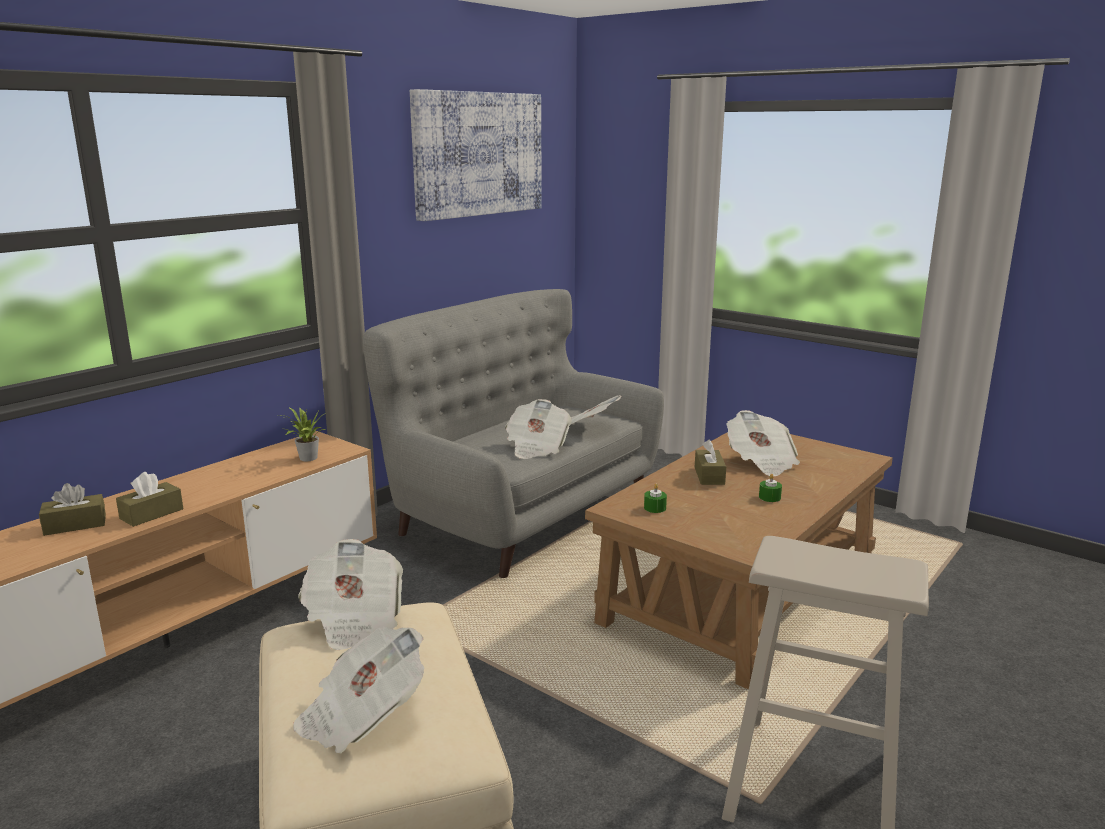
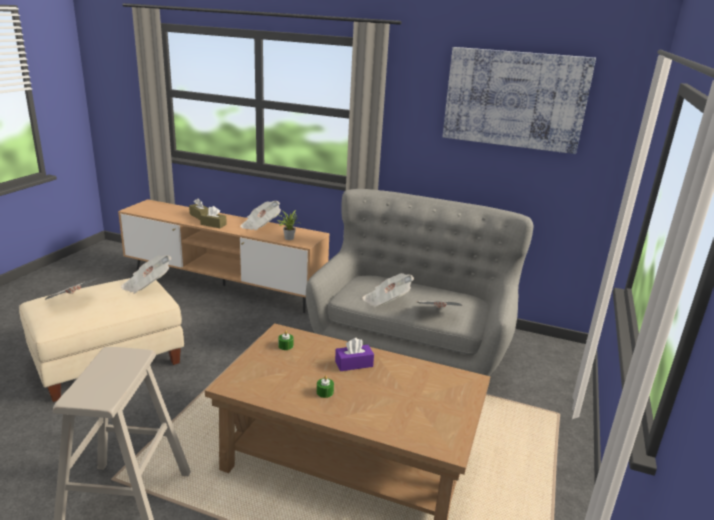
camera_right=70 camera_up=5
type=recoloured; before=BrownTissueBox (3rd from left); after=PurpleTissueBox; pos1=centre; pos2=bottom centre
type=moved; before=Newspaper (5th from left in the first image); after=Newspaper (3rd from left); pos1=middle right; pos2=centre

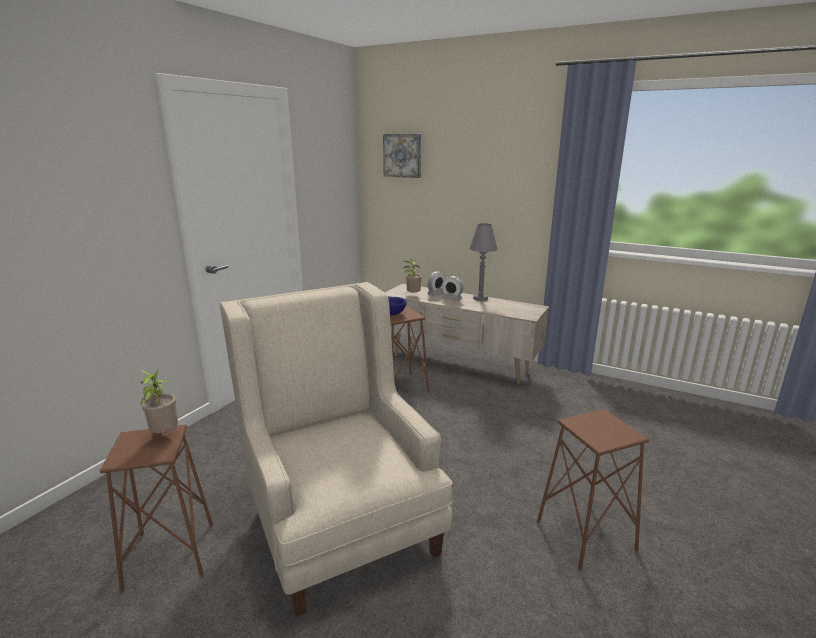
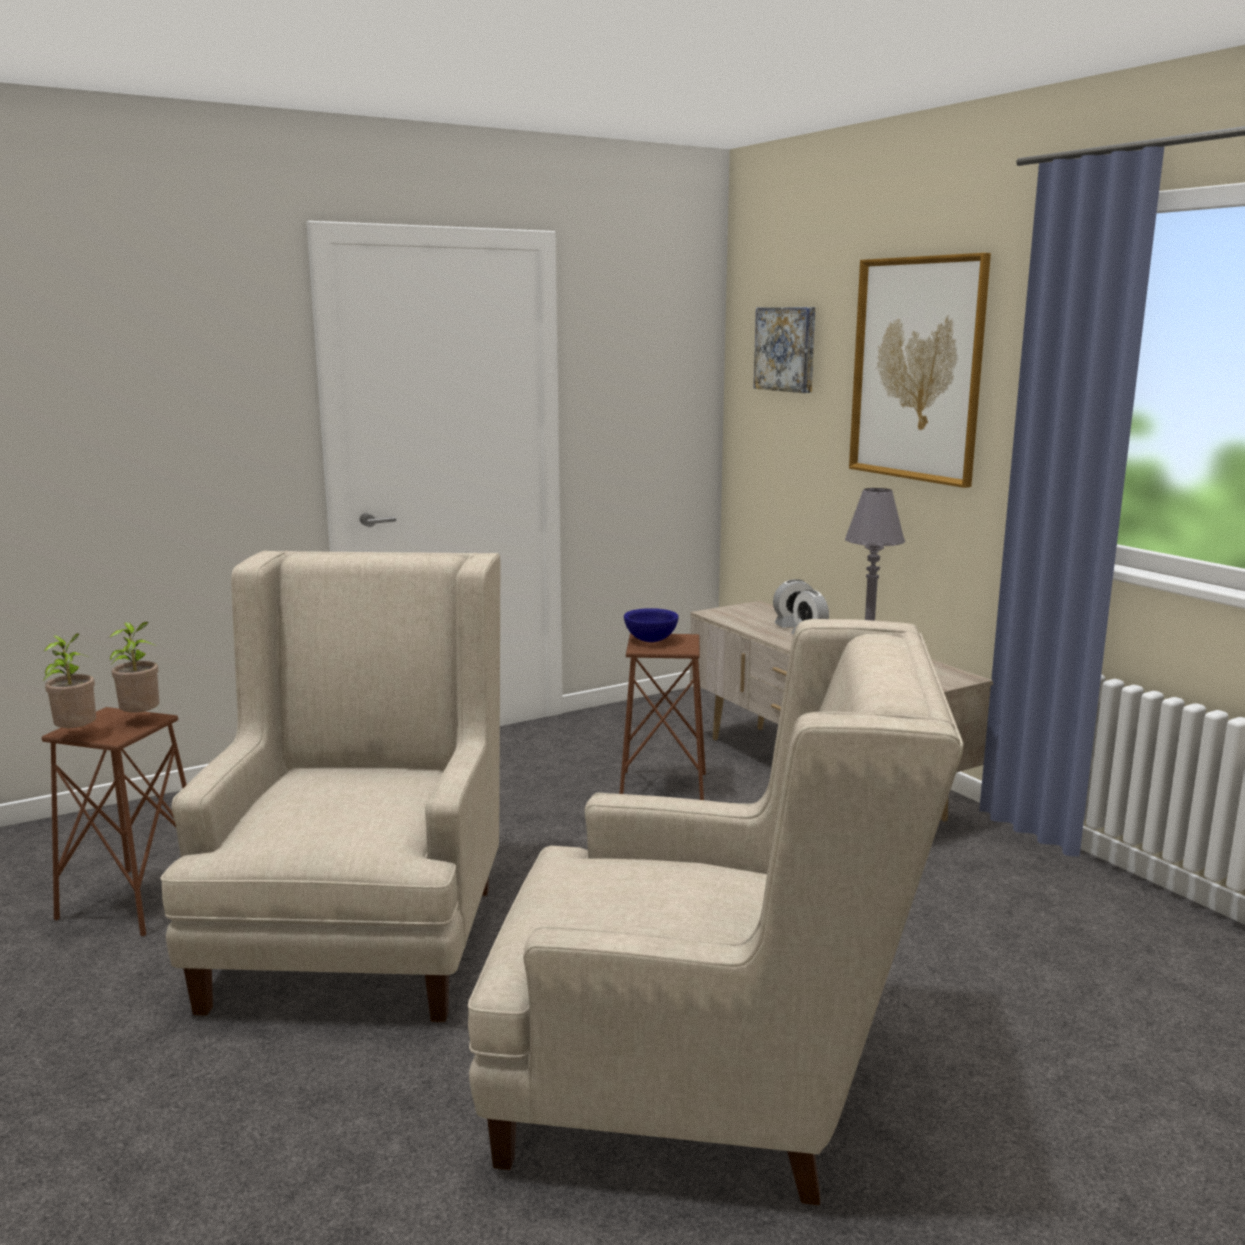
camera_right=30 camera_up=-5
type=moved; before=PottedPlant (2nd from left in the first image); after=PottedPlant (1st from left); pos1=centre; pos2=middle left
type=replaced; before=BrownStool (3rd from left); after=BeigeArmchair (2nd from left); pos1=bottom right; pos2=bottom centre
type=added; after=Picture (2nd from left); pos2=top right

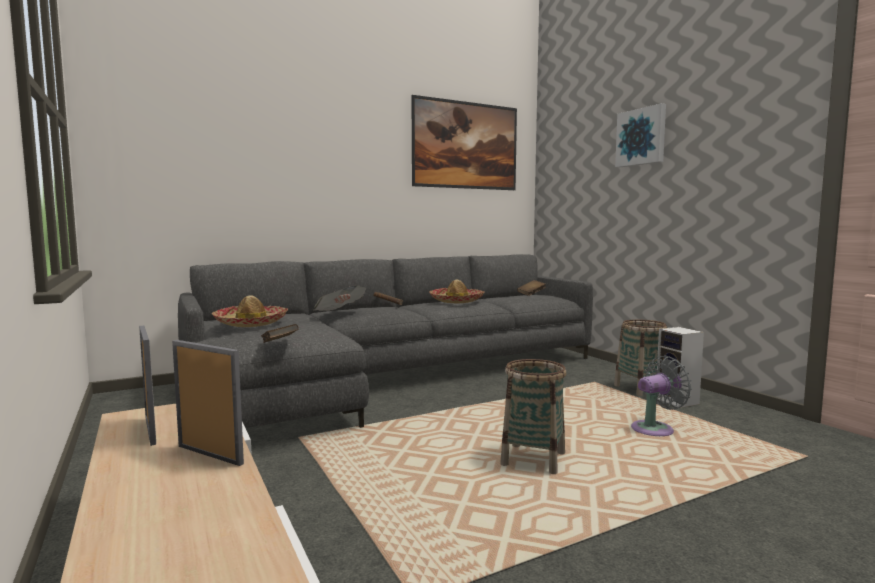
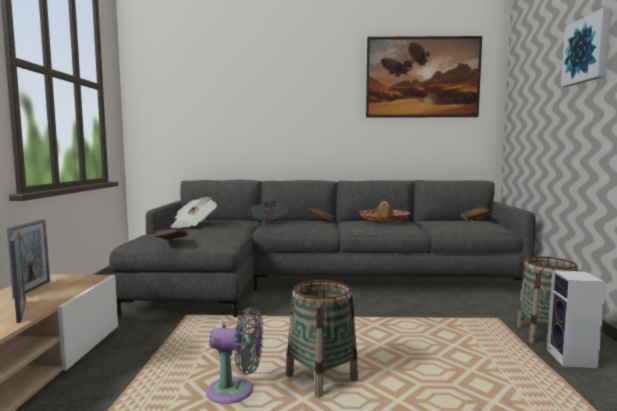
camera_right=30 camera_up=0
type=replaced; before=Hat (1st from left); after=Newspaper (1st from left); pos1=middle left; pos2=middle left
type=moved; before=GreyFan; pos1=bottom right; pos2=bottom centre

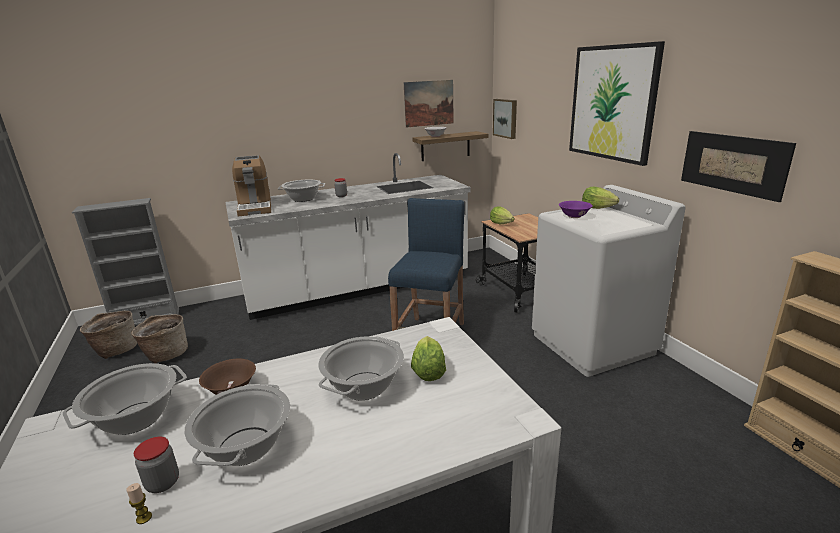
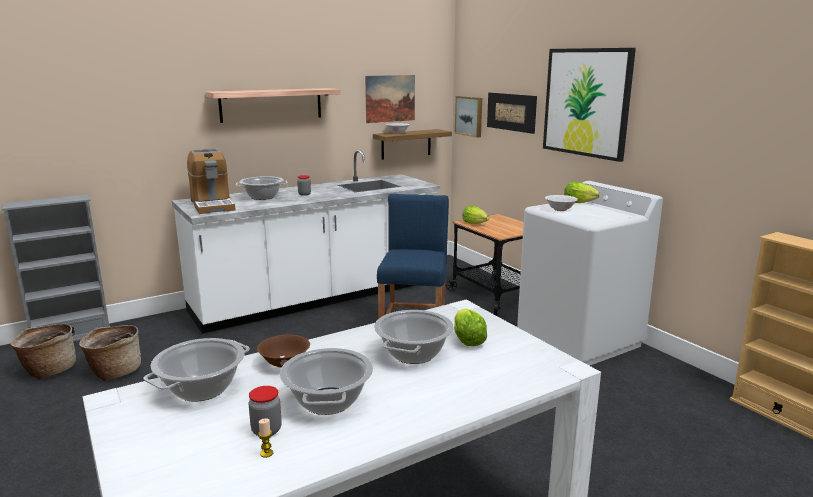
camera_right=-10 camera_up=-5
type=recoloured; before=PurpleBowl; after=WhiteBowl (2nd from left); pos1=middle right; pos2=middle right
type=moved; before=Picture (4th from left in the first image); after=Picture (3rd from left); pos1=top right; pos2=top centre
type=added; after=Shelf (1st from left); pos2=top centre

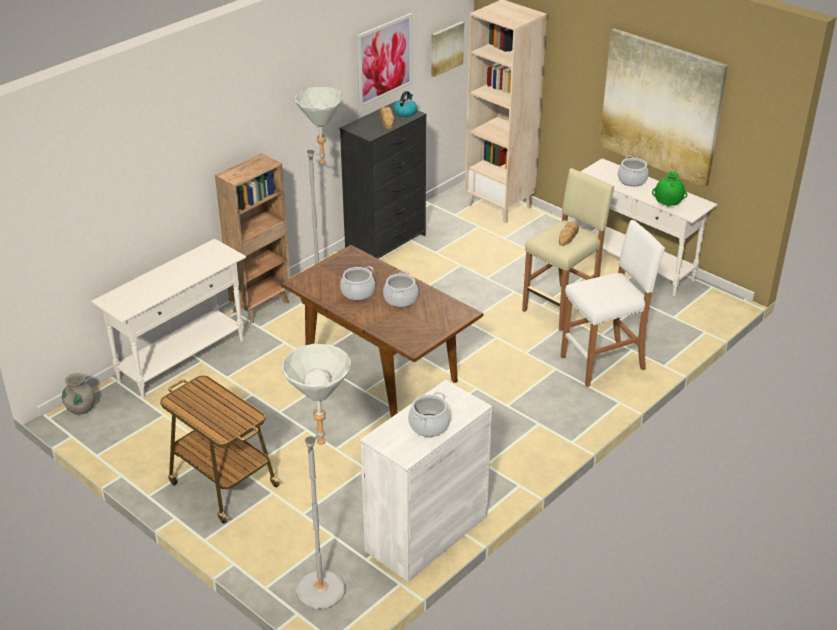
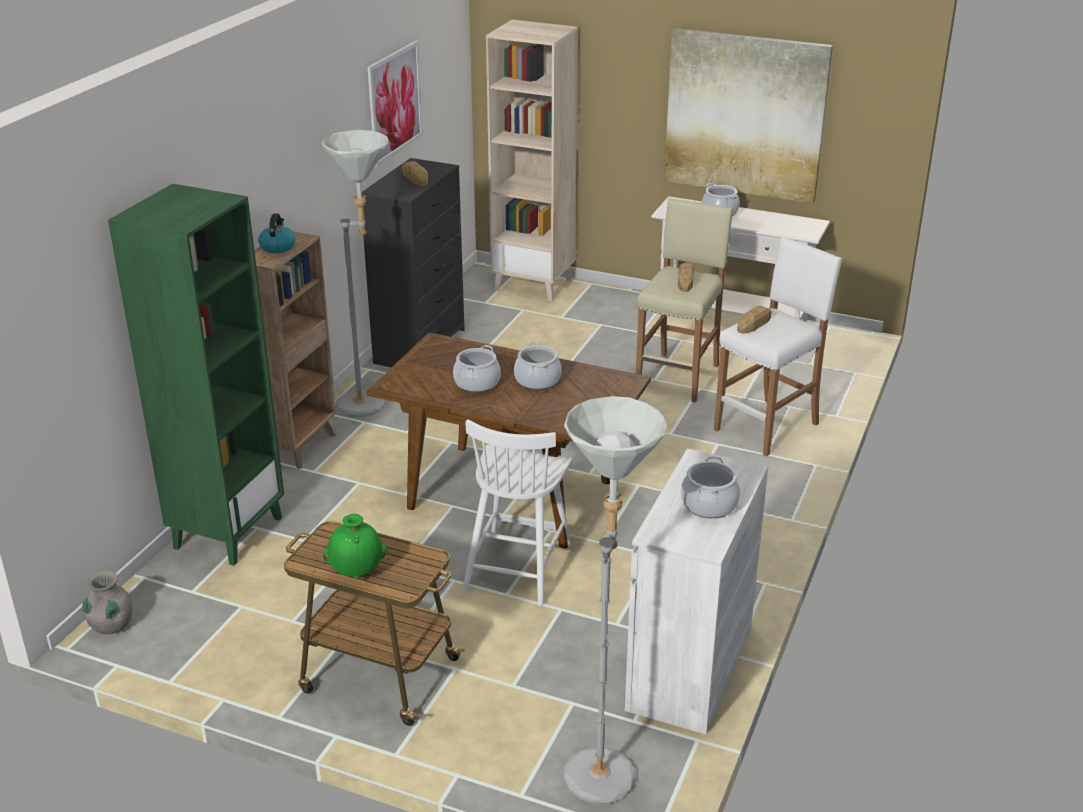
camera_right=-20 camera_up=-5
type=replaced; before=WhiteConsoleTable (1st from left); after=GreenBookcase; pos1=middle left; pos2=middle left
type=moved; before=Kettle; pos1=top centre; pos2=top left
type=removed; before=Picture (2nd from left); pos1=top centre
type=moved; before=GreenVase; pos1=top right; pos2=bottom left
type=added; after=WhiteChair; pos2=centre
type=added; after=Bread (3rd from left); pos2=middle right

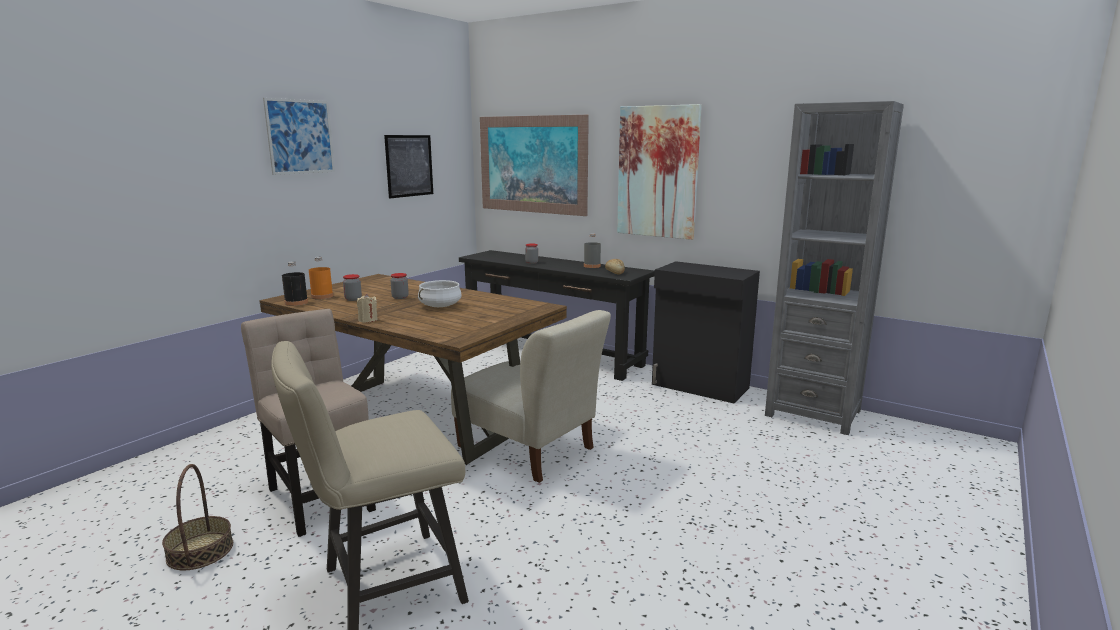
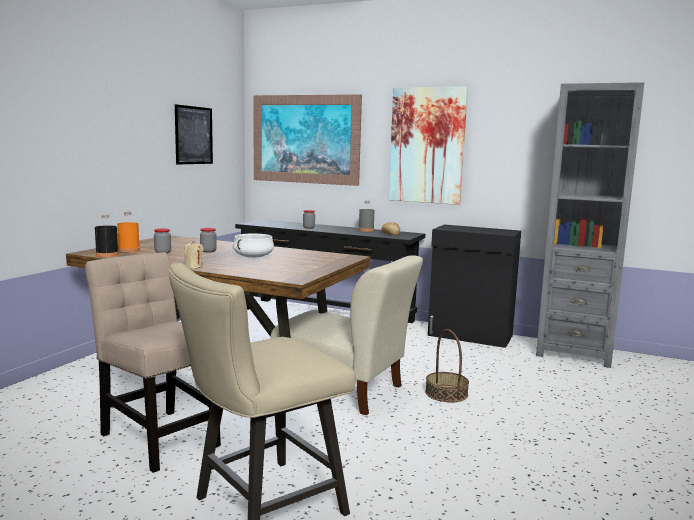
camera_right=-10 camera_up=-5
type=moved; before=Basket; pos1=bottom left; pos2=bottom centre
type=removed; before=Picture (1st from left); pos1=top left

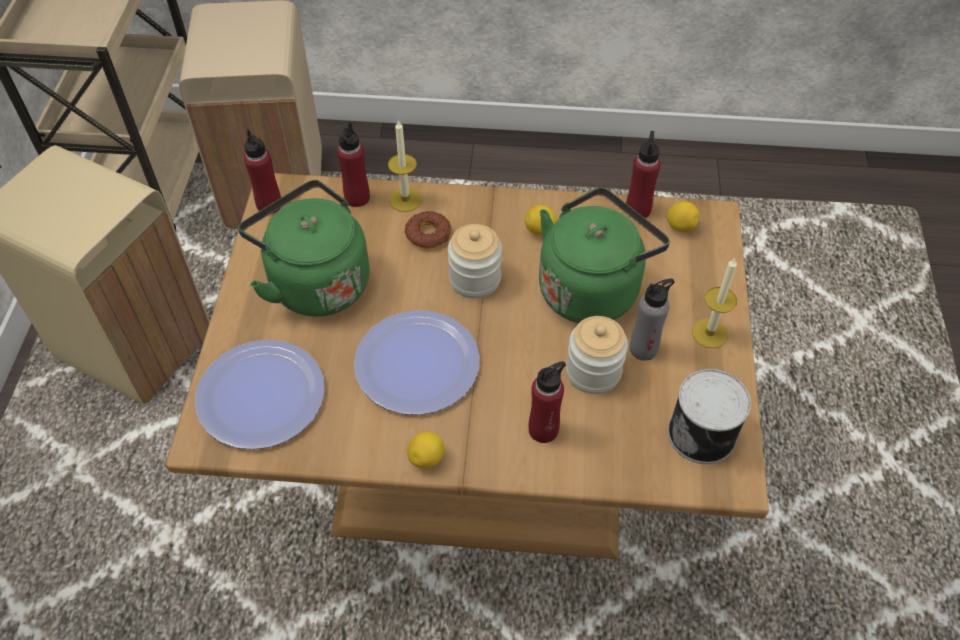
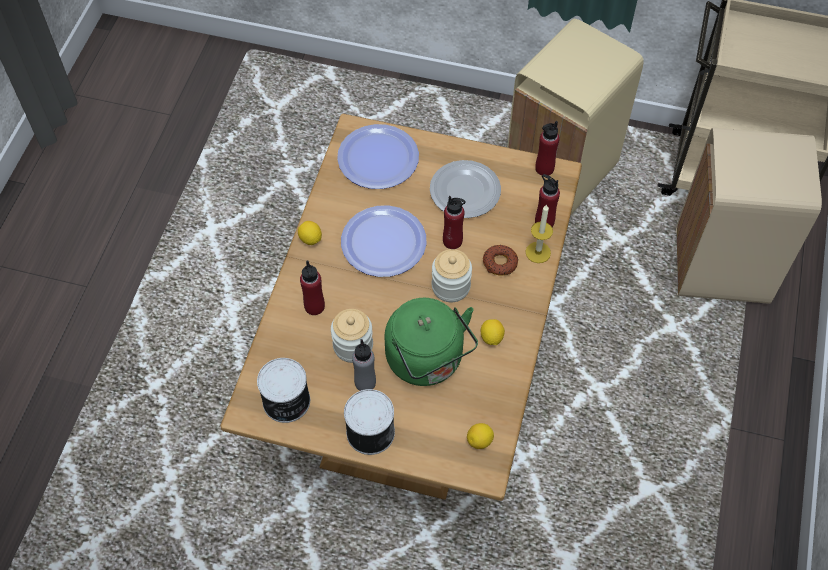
camera_right=100 camera_up=5
type=replaced; before=GreenKettle (1st from left); after=Plate (3rd from left); pos1=middle left; pos2=top centre
type=moved; before=RedBottle (4th from left in the first image); after=RedBottle (2nd from left); pos1=top right; pos2=centre
type=replaced; before=Candle (2nd from left); after=Can (2nd from left); pos1=middle right; pos2=bottom centre

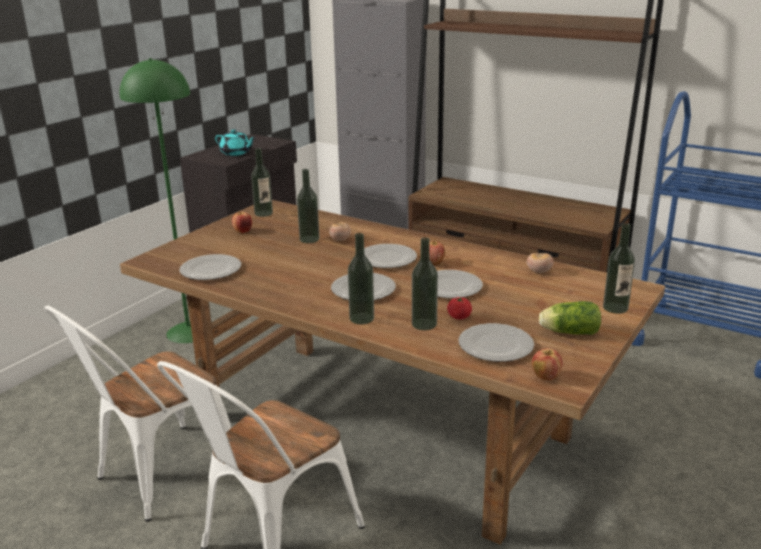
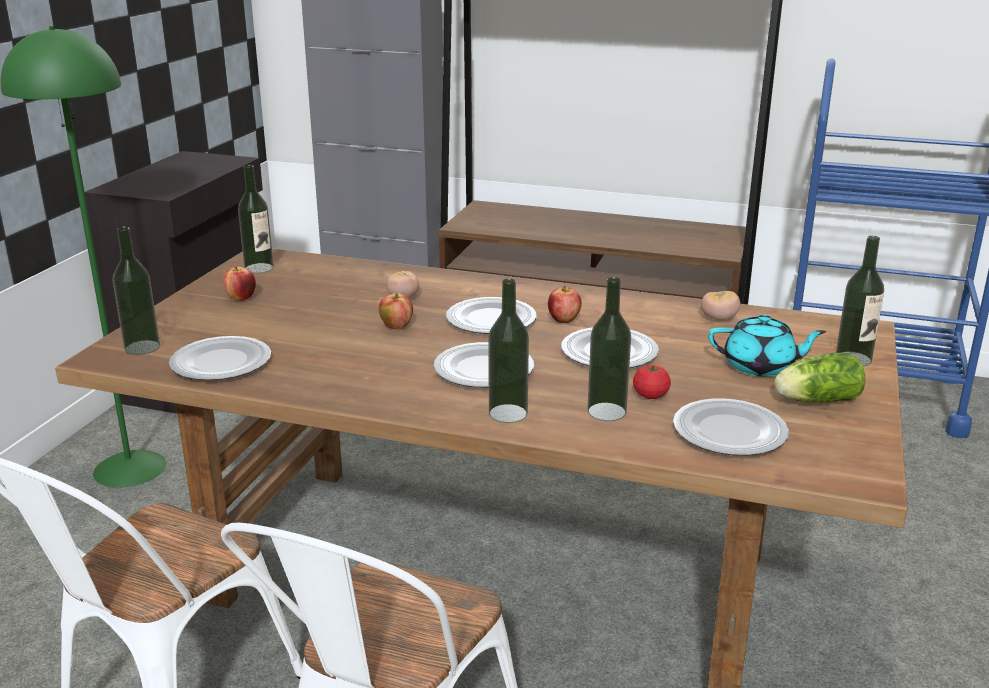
camera_right=-15 camera_up=0
type=moved; before=TurquoiseTeapot; pos1=top left; pos2=middle right
type=moved; before=Bottle (2nd from left in the first image); after=Bottle (1st from left); pos1=centre; pos2=middle left
type=moved; before=Apple (3rd from left in the first image); after=Apple (2nd from left); pos1=middle right; pos2=centre

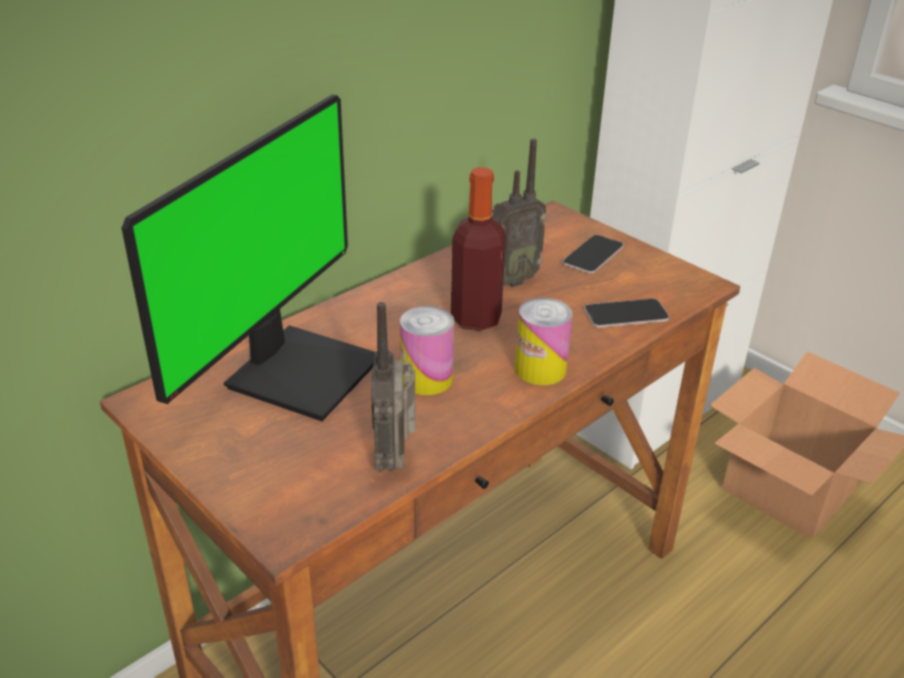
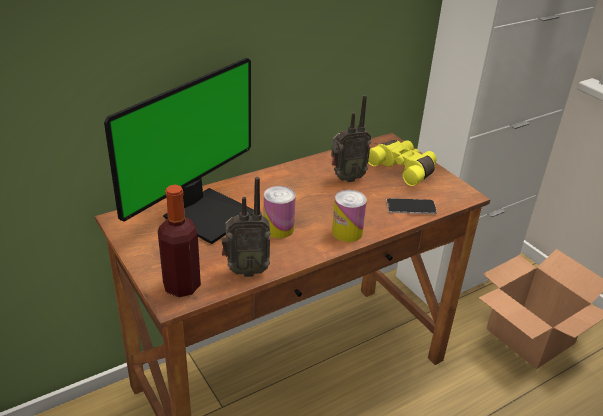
camera_right=10 camera_up=0
type=turned; before=Radio (1st from left); pos1=centre; pos2=centre; turn=-105
type=moved; before=Bottle; pos1=centre; pos2=middle left
type=replaced; before=Phone (1st from left); after=YellowBinoculars; pos1=centre; pos2=middle right

